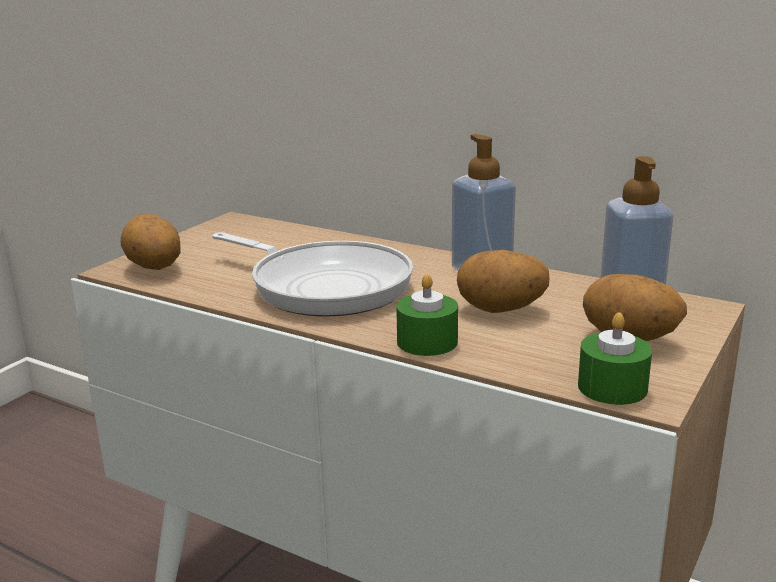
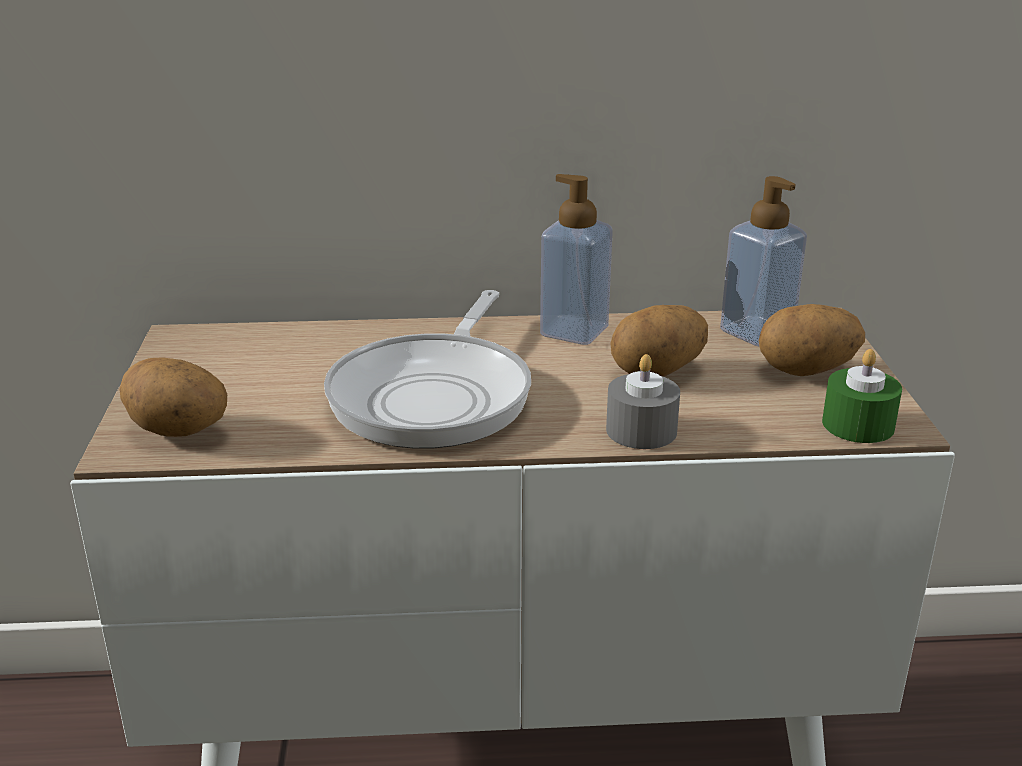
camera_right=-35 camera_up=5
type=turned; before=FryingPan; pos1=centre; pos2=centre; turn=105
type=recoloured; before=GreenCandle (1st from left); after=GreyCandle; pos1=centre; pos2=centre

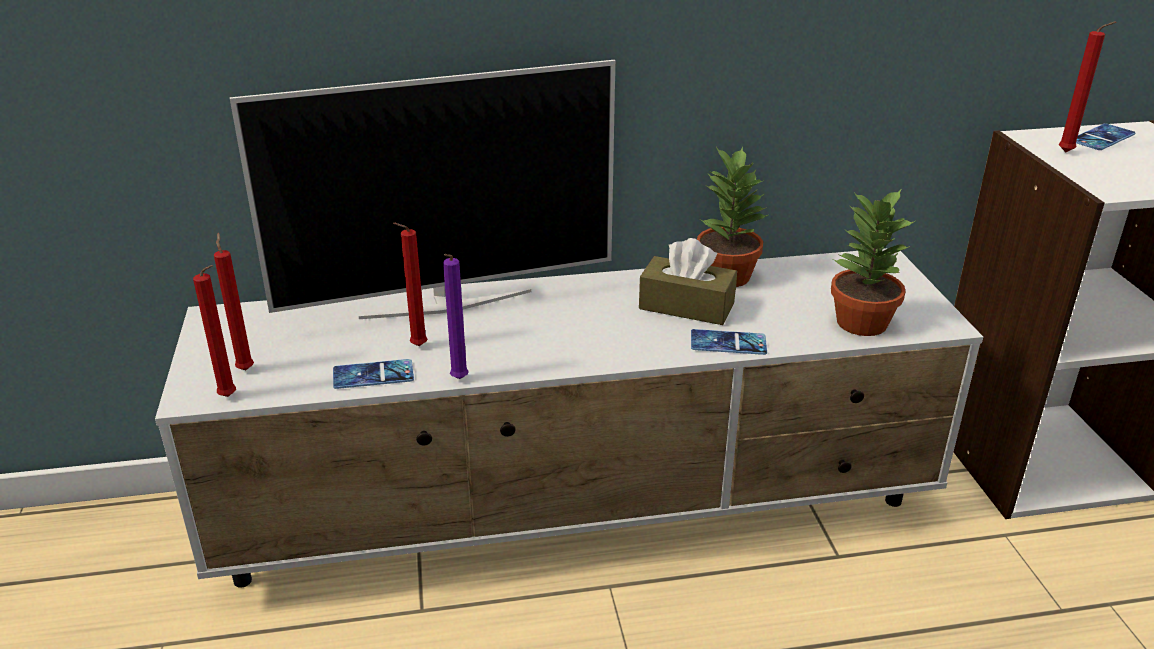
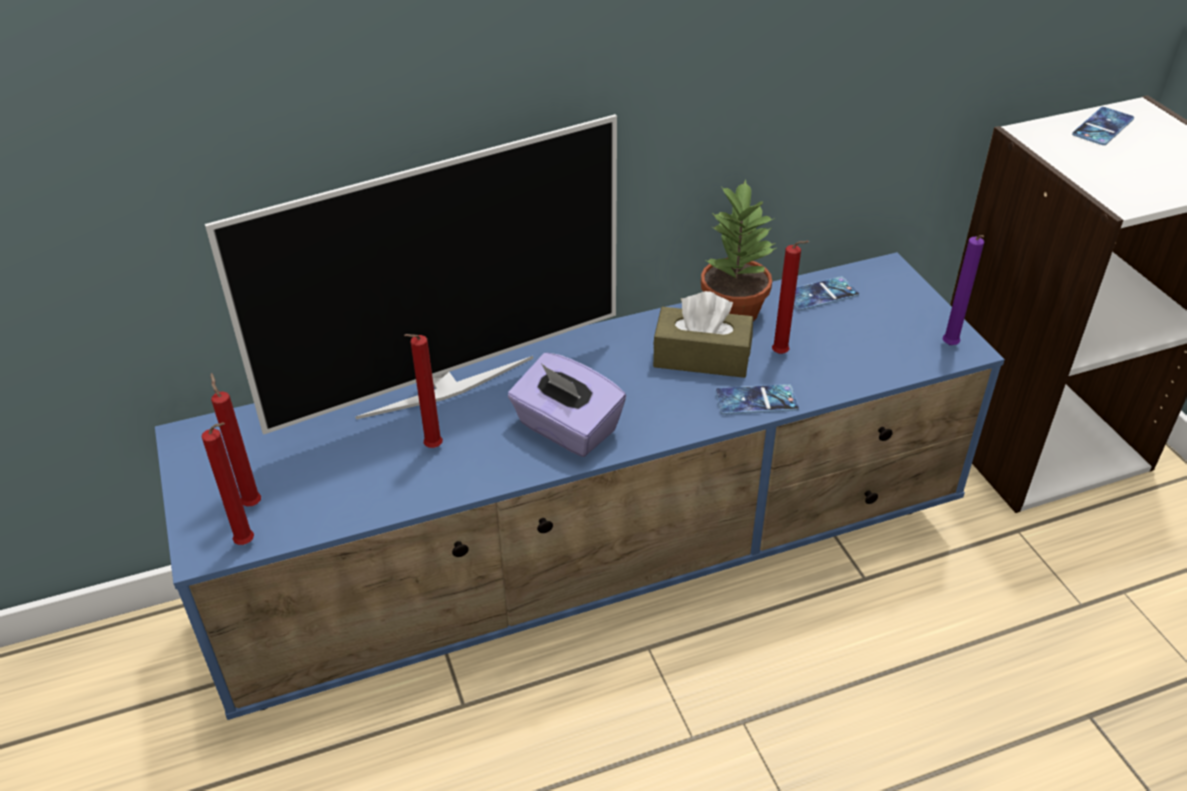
camera_right=-10 camera_up=10
type=recoloured; before=WhiteTvStand; after=BlueTvStand; pos1=centre; pos2=centre
type=moved; before=Phone (1st from left in the first image); after=Phone (2nd from left); pos1=middle left; pos2=middle right
type=moved; before=PurpleCandle; pos1=centre; pos2=middle right
type=removed; before=PottedPlant (2nd from left); pos1=middle right
type=moved; before=RedCandle (4th from left); pos1=top right; pos2=centre
type=added; after=PurpleTissueBox; pos2=centre

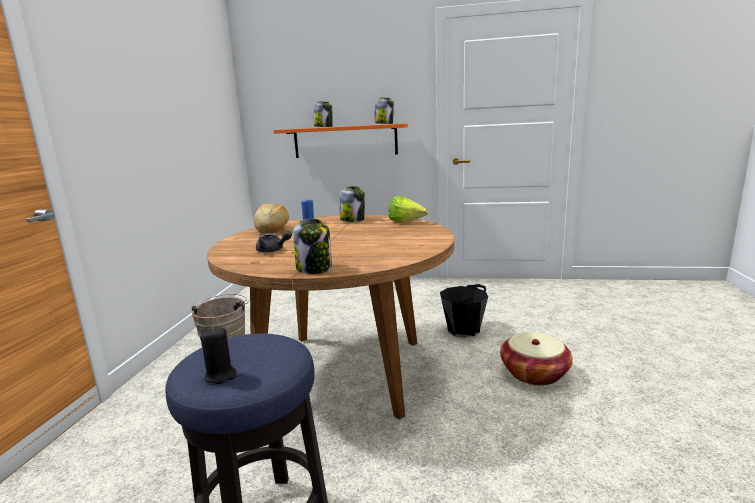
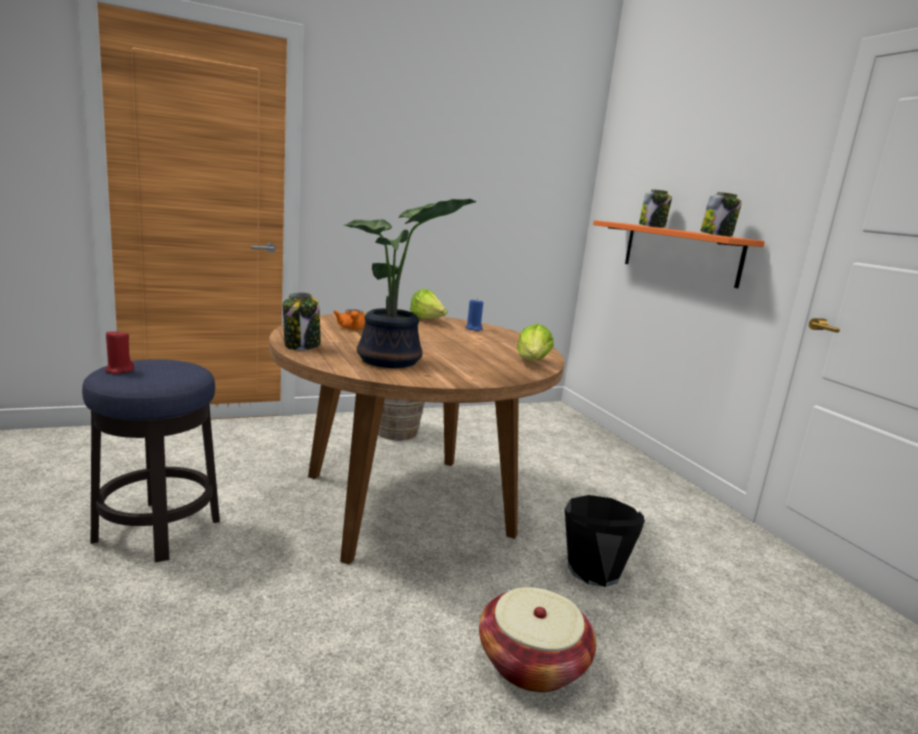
camera_right=55 camera_up=0
type=recoloured; before=BlackCandle; after=RedCandle; pos1=bottom left; pos2=middle left
type=replaced; before=Bread; after=Lettuce (1st from left); pos1=centre; pos2=centre
type=recoloured; before=GreyTeapot; after=OrangeTeapot; pos1=centre; pos2=centre
type=removed; before=Jar (3rd from left); pos1=centre
type=added; after=PottedPlant; pos2=centre

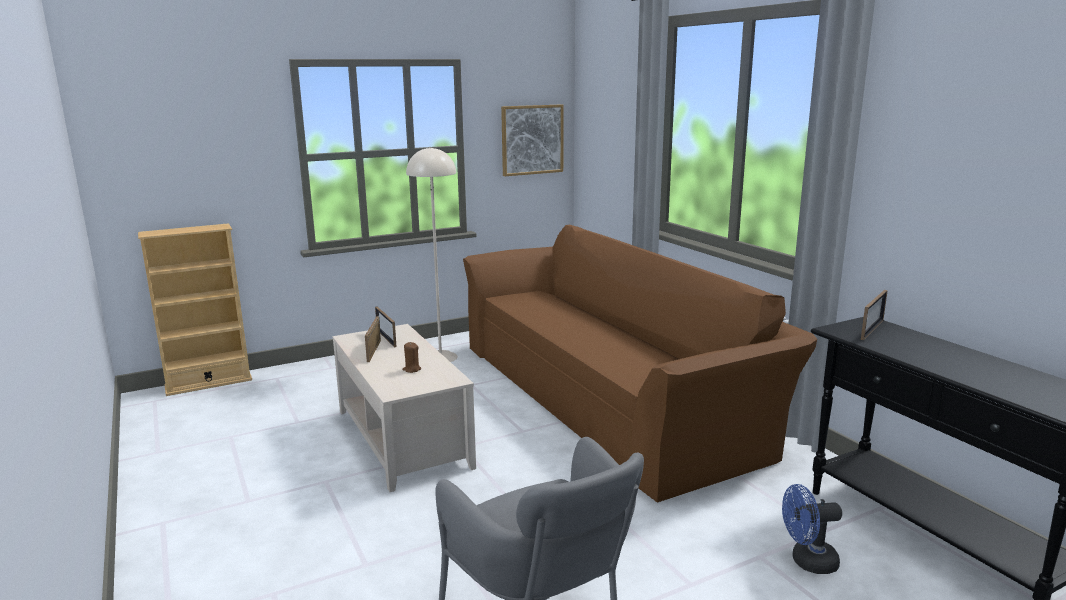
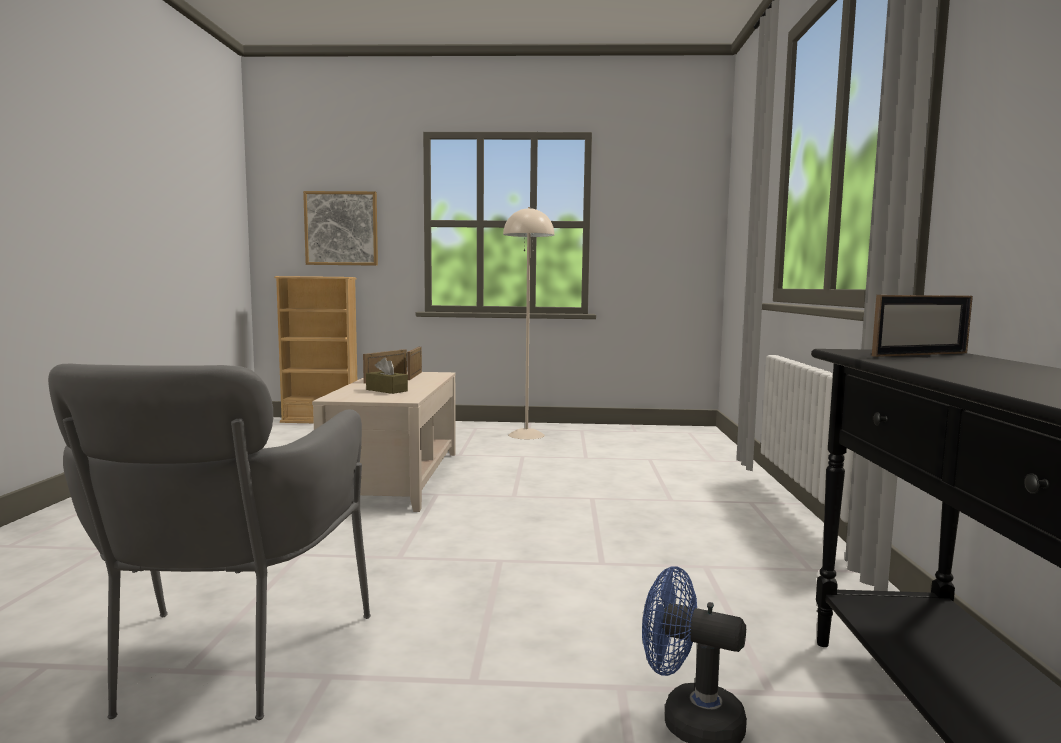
camera_right=30 camera_up=-10
type=replaced; before=BrownCandle; after=BrownTissueBox; pos1=centre; pos2=centre
type=removed; before=BrownSofa; pos1=centre
type=moved; before=Picture; pos1=top centre; pos2=top left

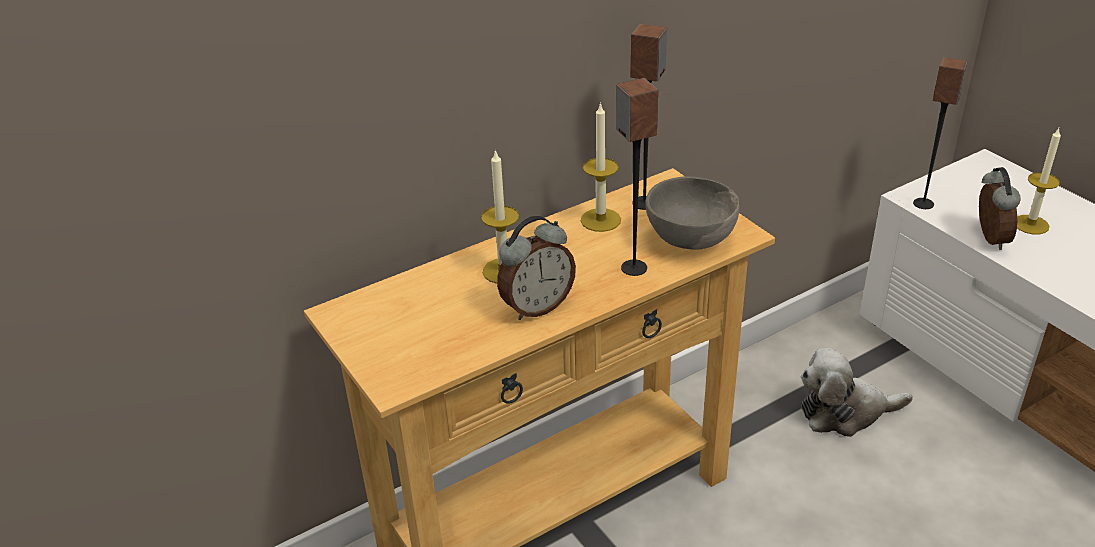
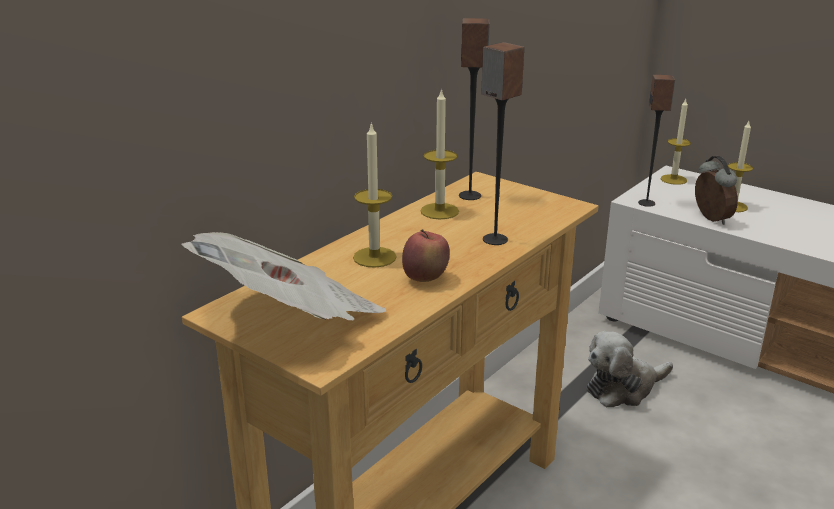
camera_right=-20 camera_up=-10
type=replaced; before=AlarmClock (1st from left); after=Apple; pos1=centre; pos2=centre
type=removed; before=GreyBowl; pos1=centre
type=added; after=Newspaper; pos2=centre
type=added; after=Candle (3rd from left); pos2=top right

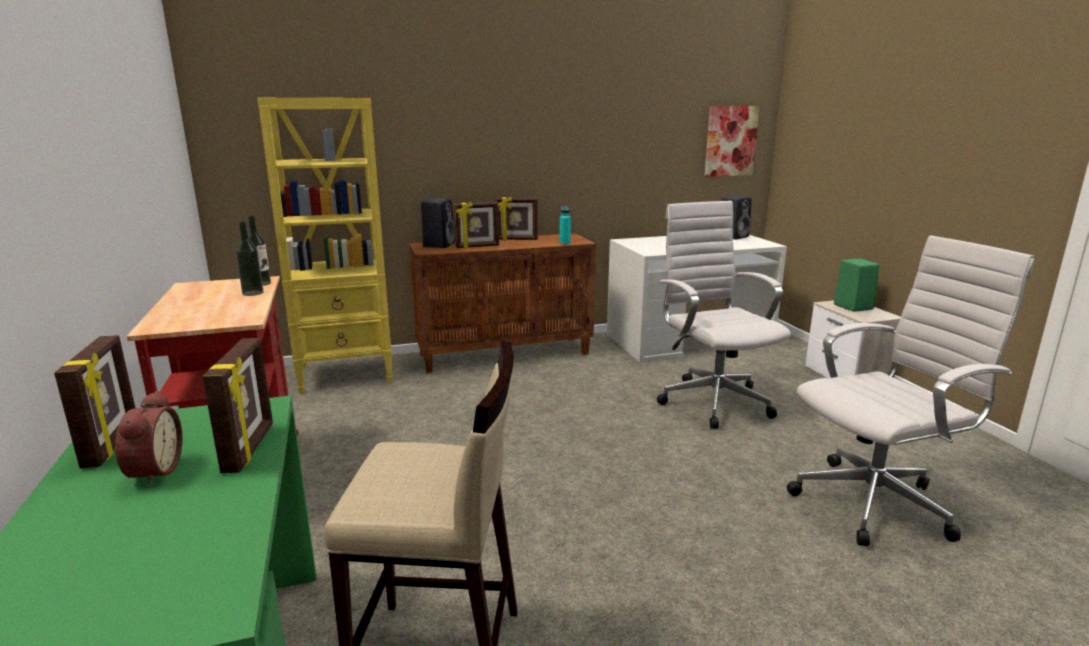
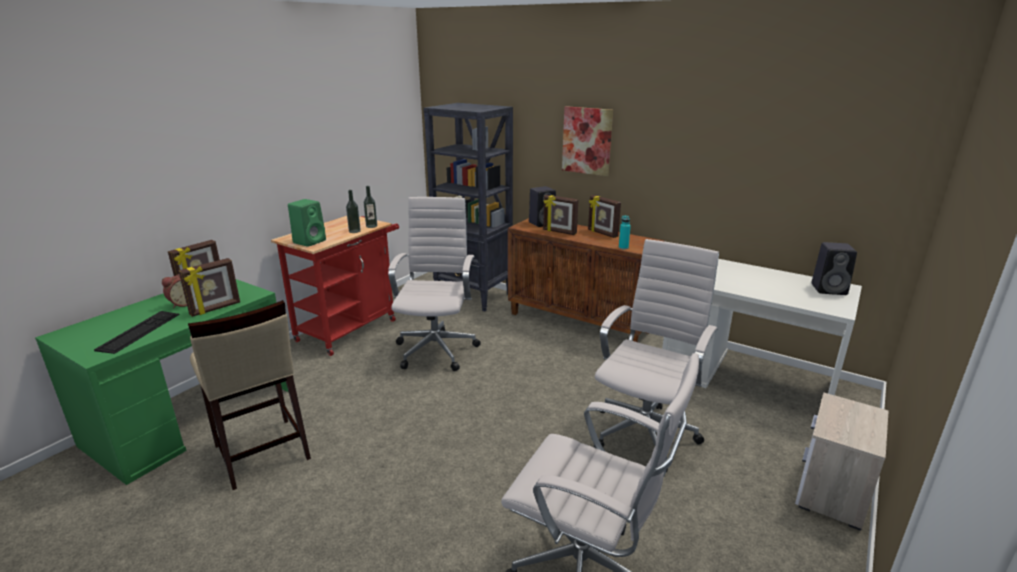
camera_right=50 camera_up=5
type=recoloured; before=YellowBookcase; after=BlackBookcase; pos1=middle left; pos2=centre
type=moved; before=Picture; pos1=top right; pos2=top centre
type=moved; before=GreenSpeaker; pos1=middle right; pos2=middle left
type=added; after=Keyboard; pos2=middle left
type=added; after=WhiteOfficeChair (1st from left); pos2=centre

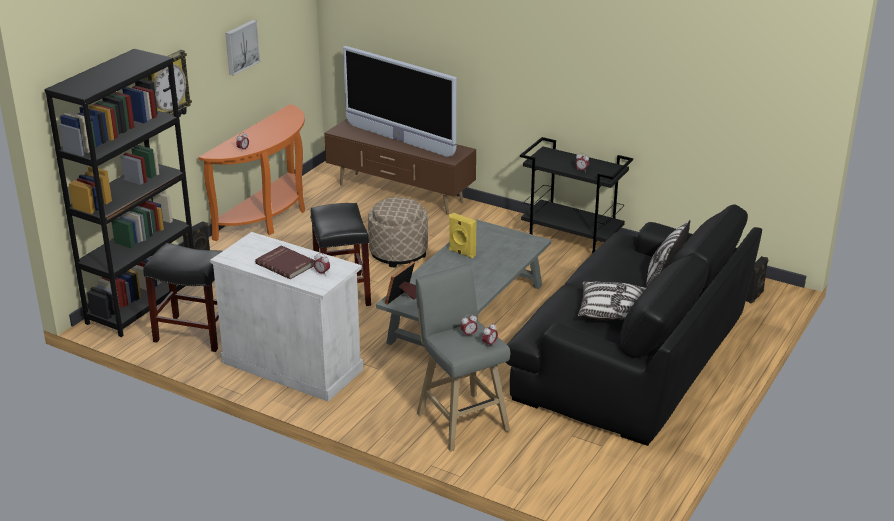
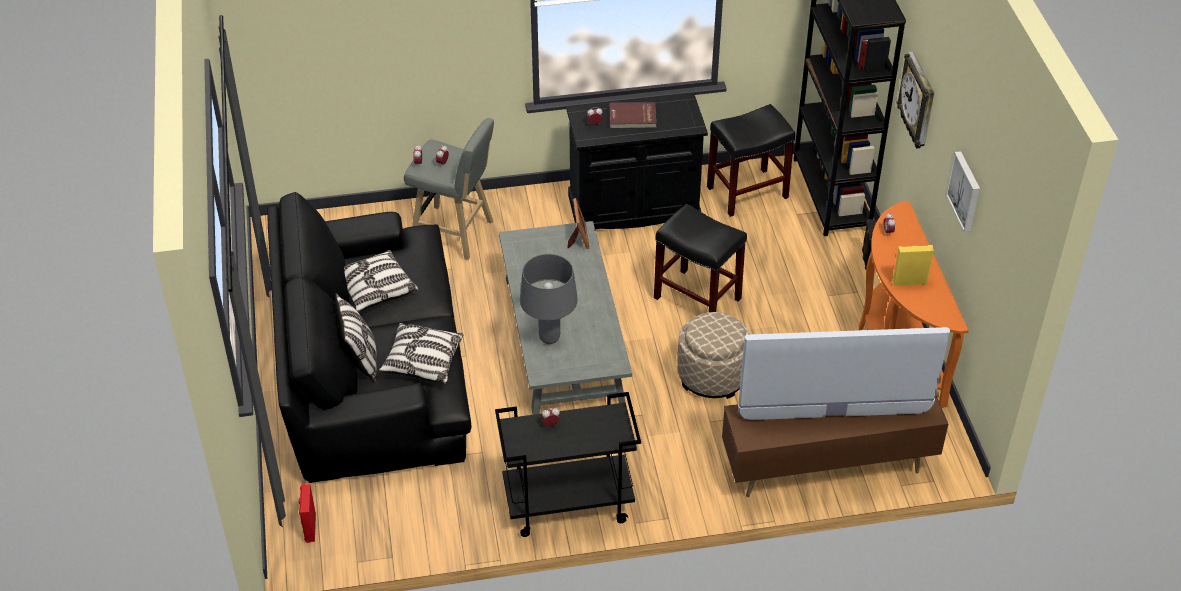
camera_right=140 camera_up=15
type=recoloured; before=WhiteCabinet; after=BlackCabinet; pos1=middle left; pos2=top centre
type=moved; before=YellowSpeaker; pos1=centre; pos2=middle right
type=recoloured; before=BlackSpeaker (2nd from left); after=RedSpeaker; pos1=middle right; pos2=bottom left
type=added; after=Pillow (3rd from left); pos2=centre
type=added; after=GreyTableLamp; pos2=centre

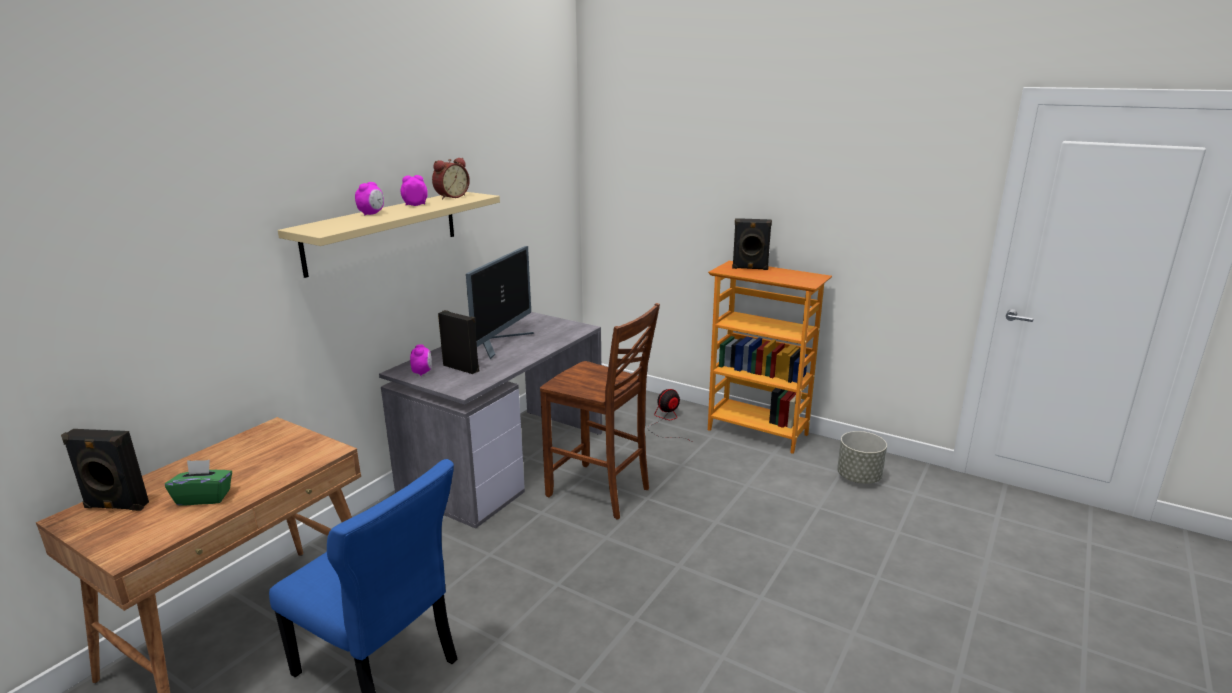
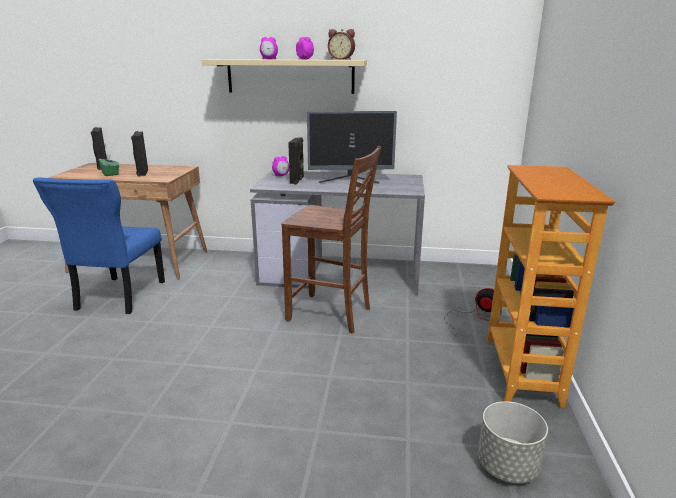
camera_right=65 camera_up=0
type=turned; before=BrownChair; pos1=centre; pos2=centre; turn=-75
type=moved; before=BlackSpeaker (3rd from left in the first image); after=BlackSpeaker (2nd from left); pos1=centre; pos2=top left

